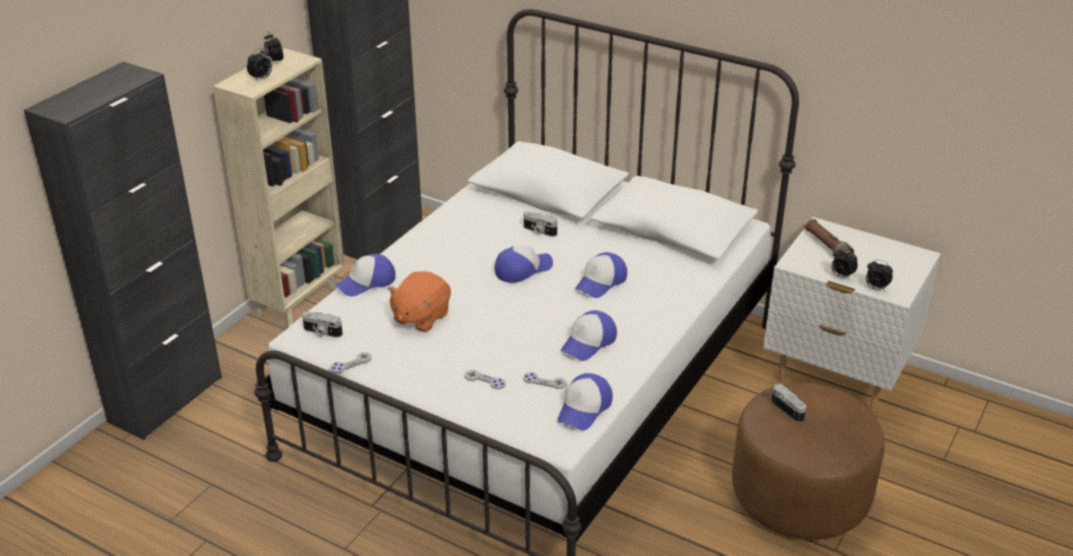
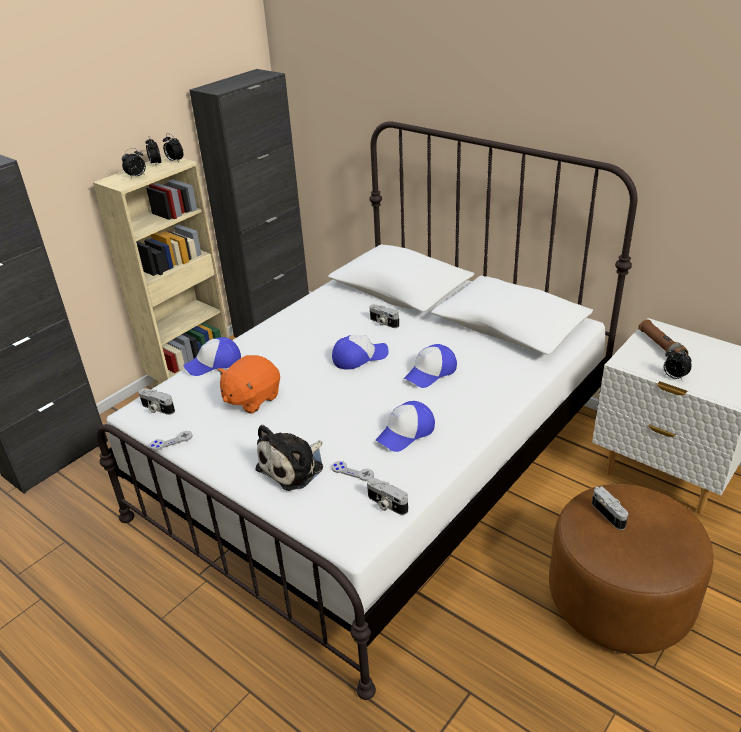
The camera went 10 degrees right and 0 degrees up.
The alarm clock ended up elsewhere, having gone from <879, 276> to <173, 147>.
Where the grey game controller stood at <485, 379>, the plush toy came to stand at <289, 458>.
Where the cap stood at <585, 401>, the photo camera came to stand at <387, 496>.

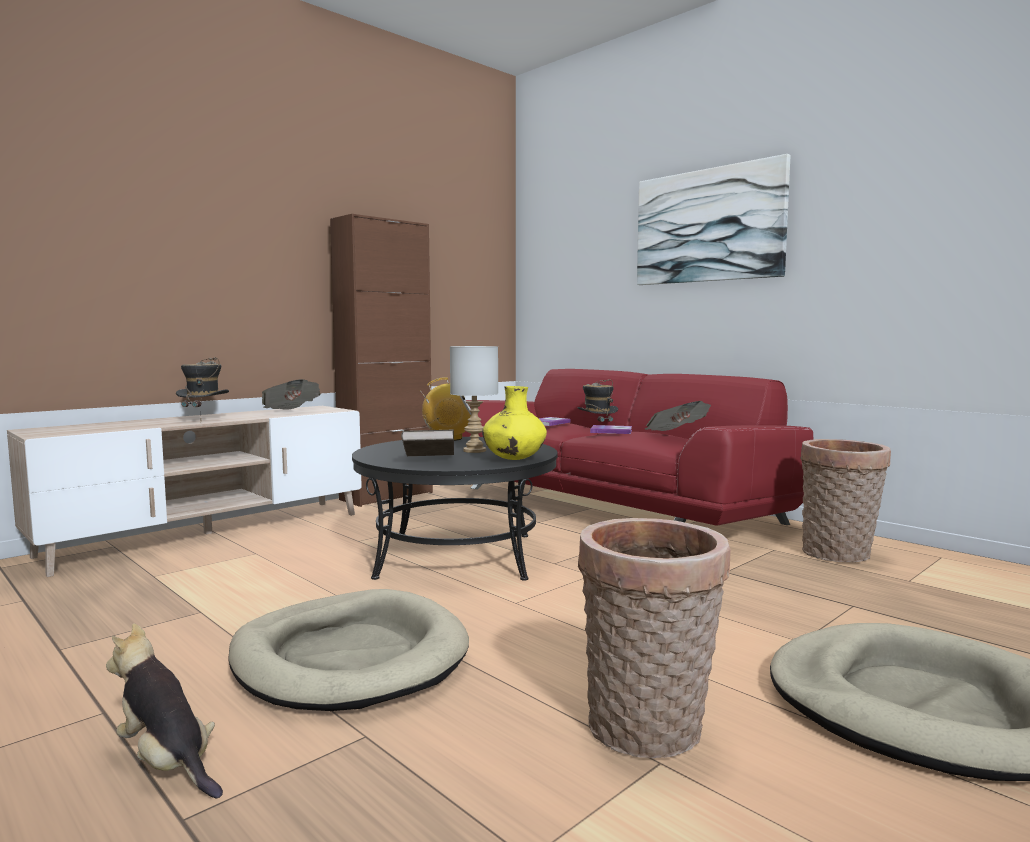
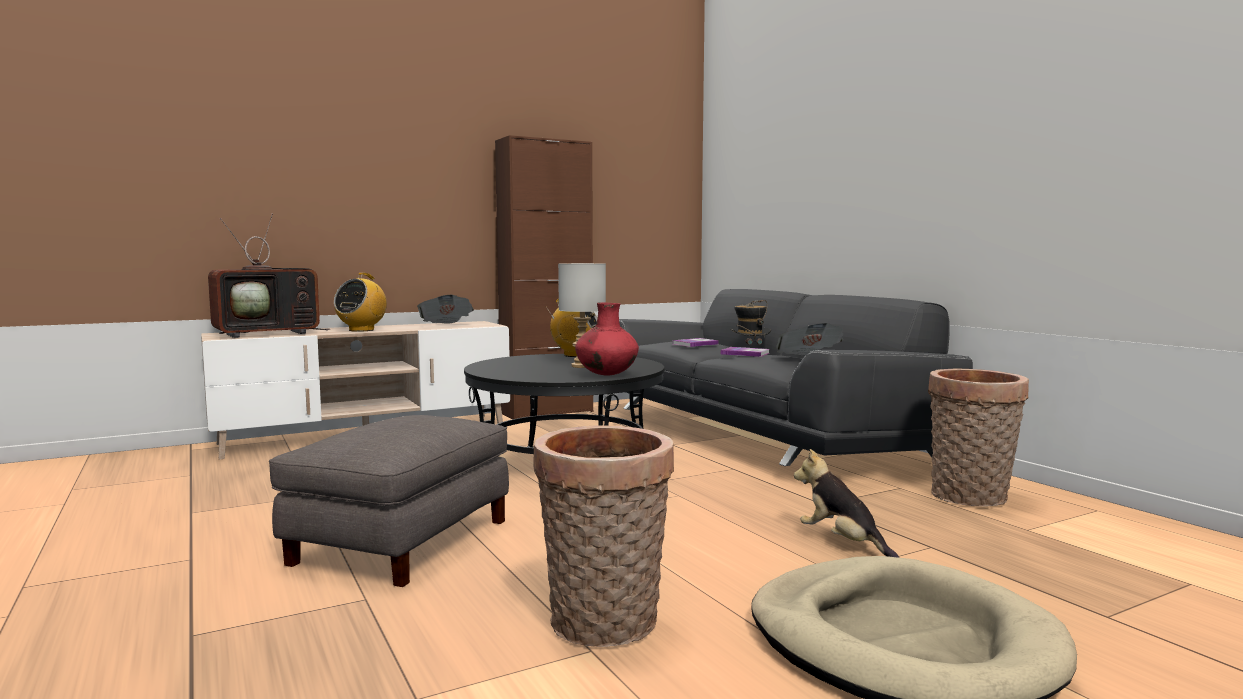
The camera went 15 degrees right and 0 degrees up.
The second view lost the brown book at <427, 443>.
The second view lost the picture at <713, 219>.
The second view gained the television at <269, 275>.
The plush toy ended up elsewhere, having gone from <164, 711> to <846, 503>.
Where the hat stood at <202, 389>, the radio came to stand at <360, 302>.
Where the beige dog bed stood at <348, 650>, the grey ottoman came to stand at <389, 501>.
What was the red sofa at <637, 447> turned into the grey sofa at <796, 377>.
What was the yellow vase at <514, 423> turned into the red vase at <607, 339>.

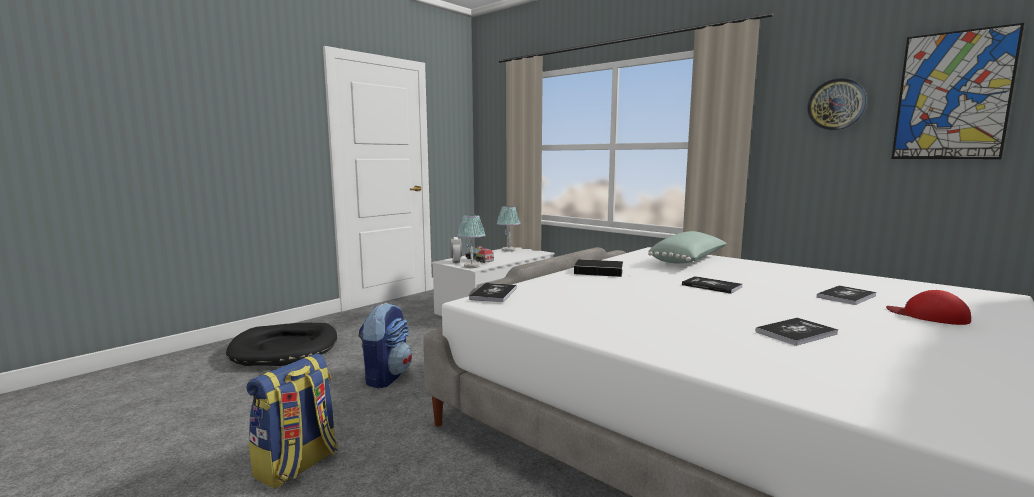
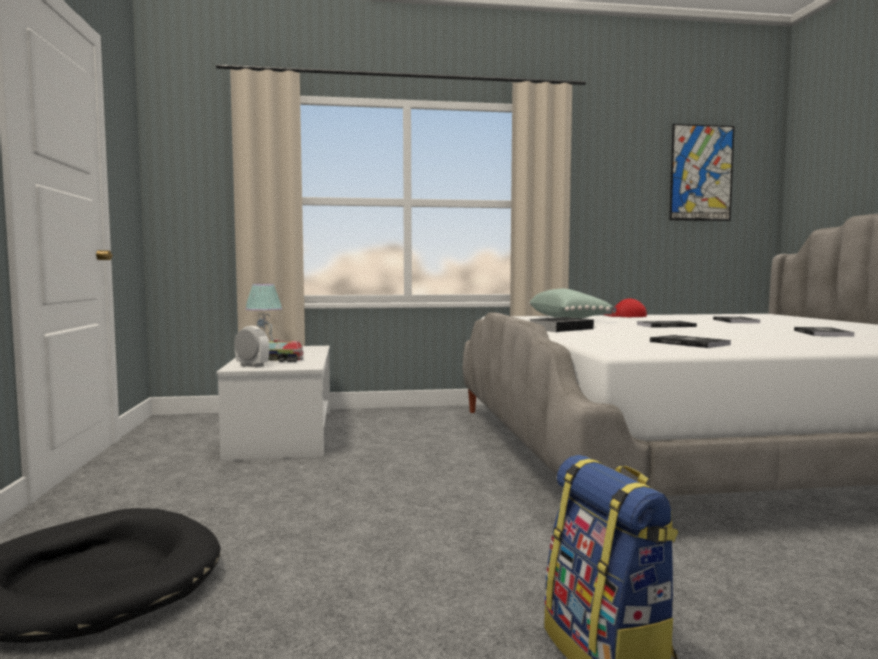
The camera went 50 degrees left and 5 degrees down.
The second view lost the backpack at <385, 345>.
The second view lost the table lamp at <471, 241>.
The second view lost the wall clock at <837, 104>.
The book ended up elsewhere, having gone from <493, 292> to <690, 341>.
The red cap ended up elsewhere, having gone from <928, 307> to <625, 307>.

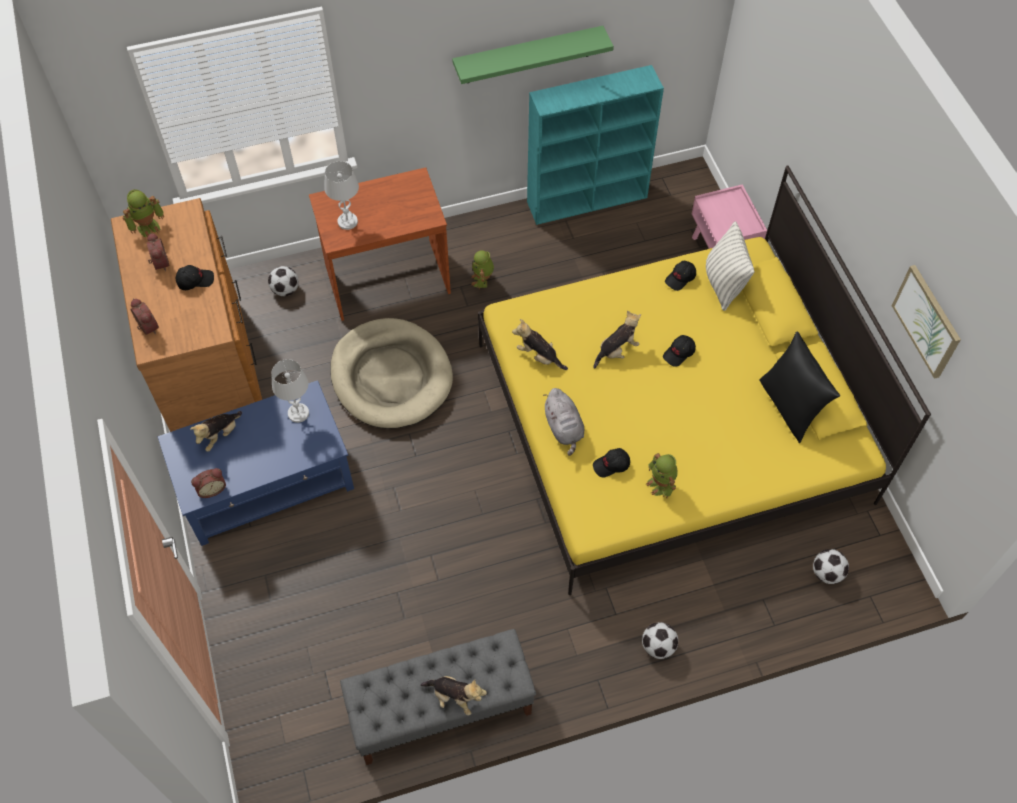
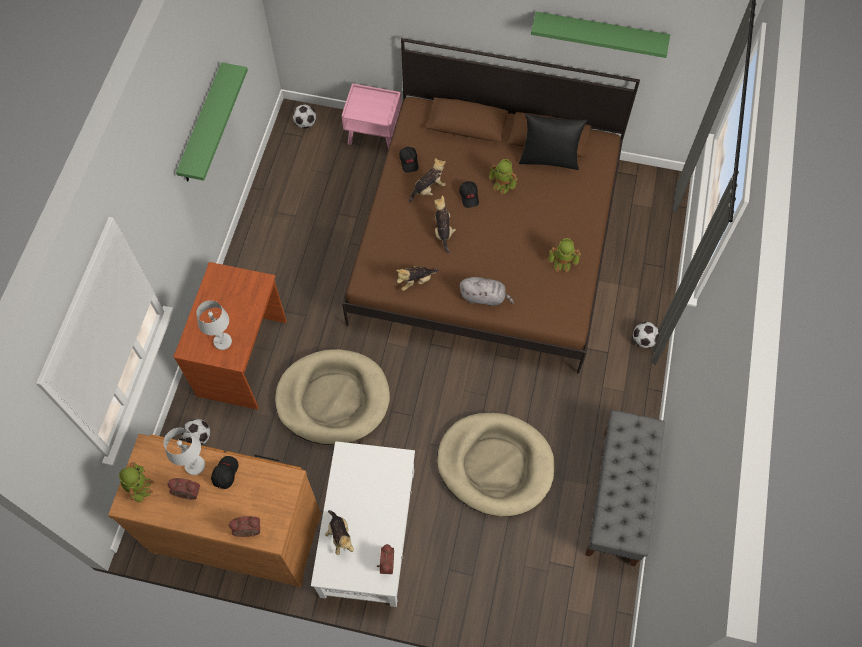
The camera went 60 degrees left and 5 degrees up.
The second view lost the turquoise bookcase at <595, 145>.
The second view lost the black cap at <611, 462>.
The second view lost the pillow at <730, 266>.
The second view gained the beige dog bed at <496, 465>.
The white table lamp ended up elsewhere, having gone from <290, 391> to <184, 451>.
The plush toy ended up elsewhere, having gone from <453, 696> to <427, 180>.
The toy robot ended up elsewhere, having gone from <482, 269> to <503, 177>.
The football ended up elsewhere, having gone from <831, 566> to <304, 117>.
Where the picture hung at <926, 322>, the green shelf came to hang at <600, 35>.
What was the blue coffee table at <255, 463> turned into the white coffee table at <363, 524>.
What was the yellow bed at <704, 380> turned into the brown bed at <491, 205>.

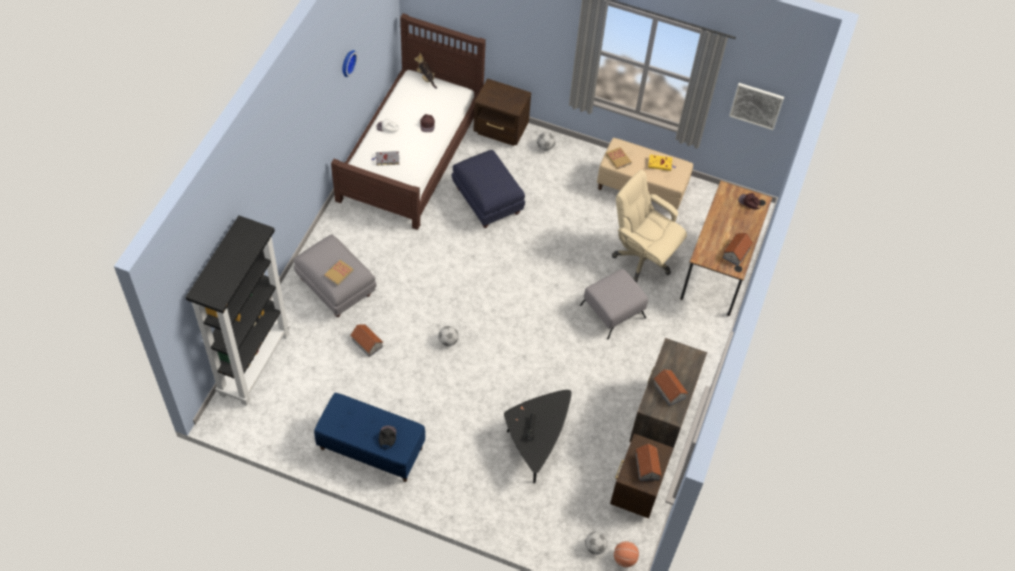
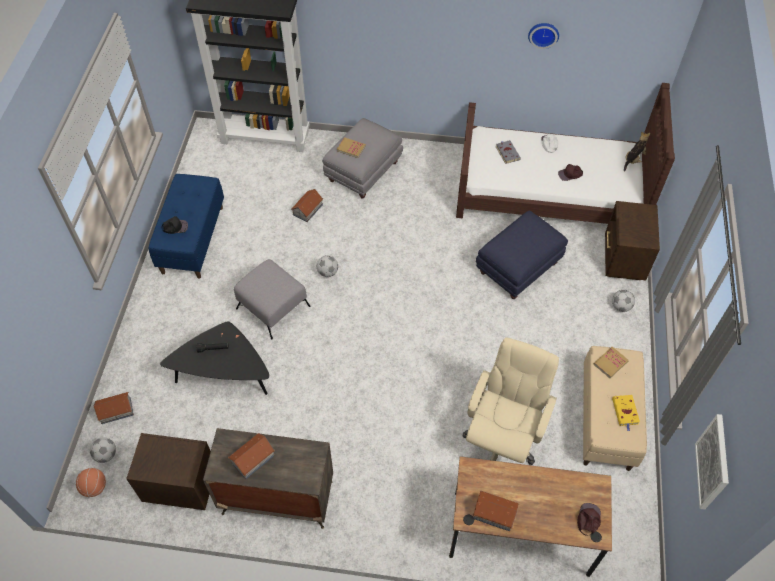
The camera went 80 degrees right and 0 degrees up.
The grey ottoman ended up elsewhere, having gone from <614, 304> to <272, 299>.
The toy house ended up elsewhere, having gone from <649, 462> to <114, 408>.

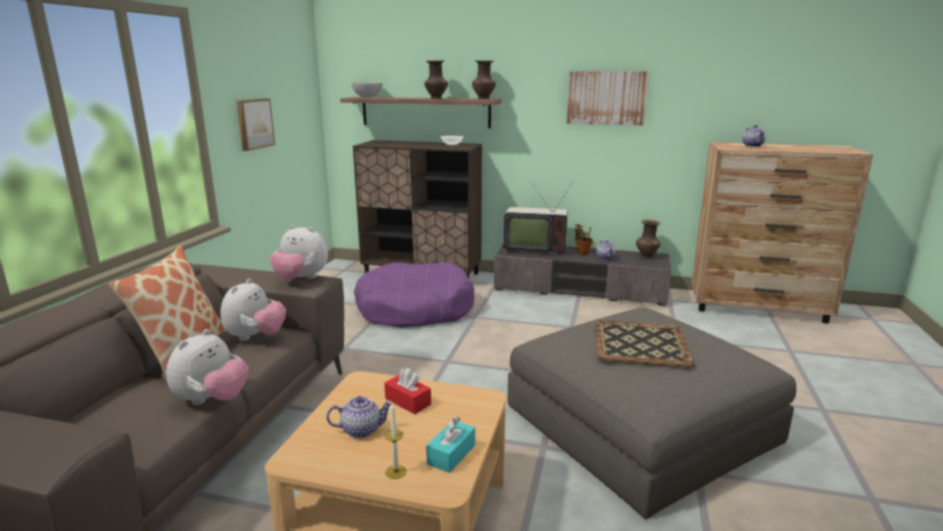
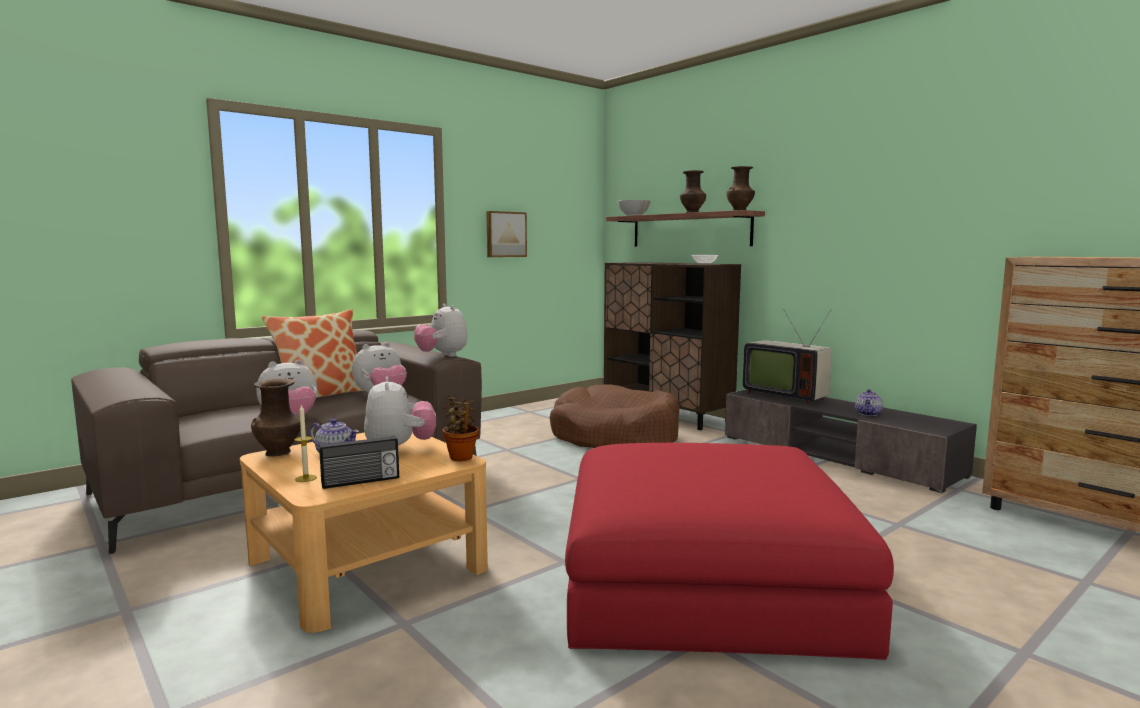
The camera went 35 degrees right and 10 degrees down.
The second view lost the picture at <608, 98>.
The second view lost the tray at <644, 344>.
The second view lost the teapot at <754, 136>.
The potted plant ended up elsewhere, having gone from <584, 238> to <460, 428>.
The brown vase ended up elsewhere, having gone from <648, 239> to <276, 418>.
Where the red tissue box stood at <407, 391>, the plush toy came to stand at <400, 411>.
Where the turquoise tissue box stood at <450, 444>, the radio came to stand at <359, 462>.
What was the purple dog bed at <414, 295> turned into the brown dog bed at <614, 416>.
What was the grey ottoman at <651, 413> turned into the red ottoman at <729, 551>.

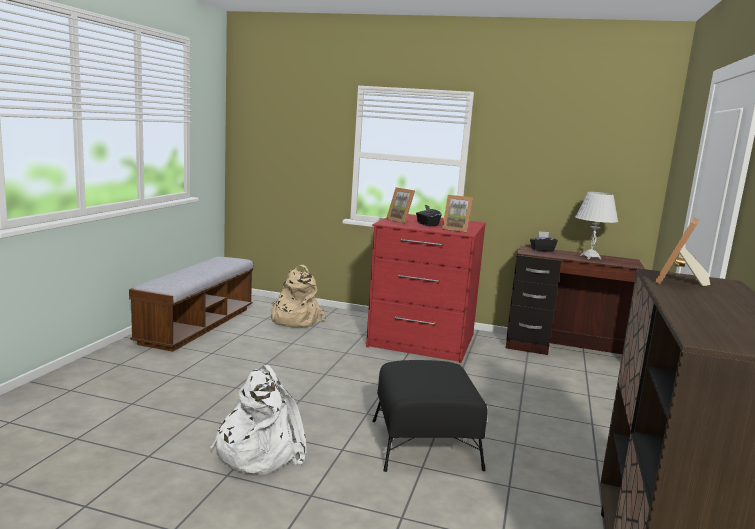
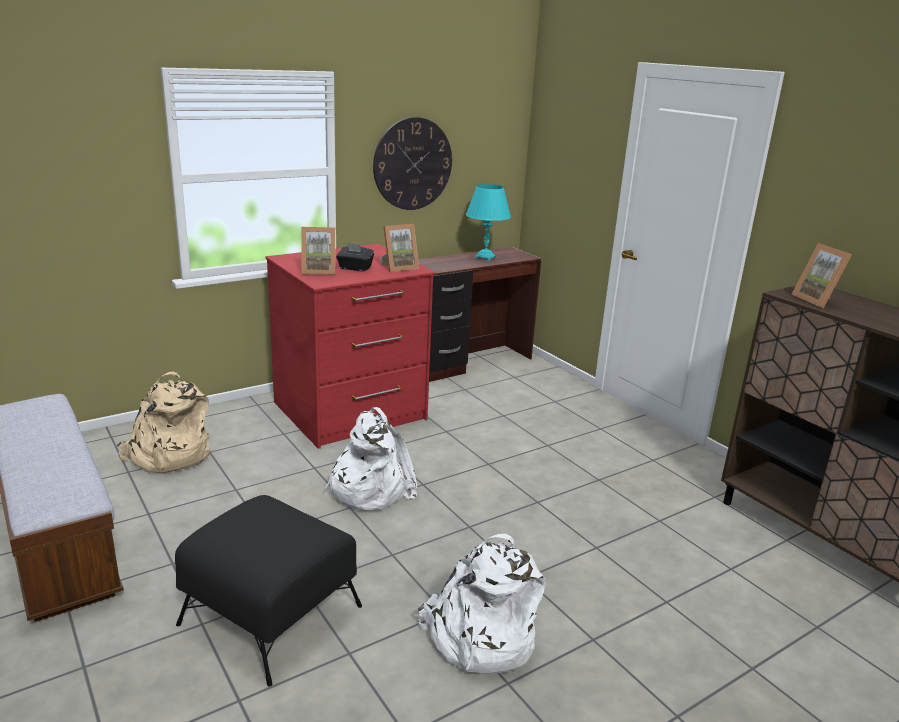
The camera went 50 degrees left and 10 degrees up.
The second view lost the black tissue box at <544, 241>.
The second view gained the white backpack at <371, 459>.
The second view gained the wall clock at <412, 163>.
The black ottoman ended up elsewhere, having gone from <430, 416> to <268, 591>.
What was the white table lamp at <596, 226> turned into the turquoise table lamp at <488, 222>.

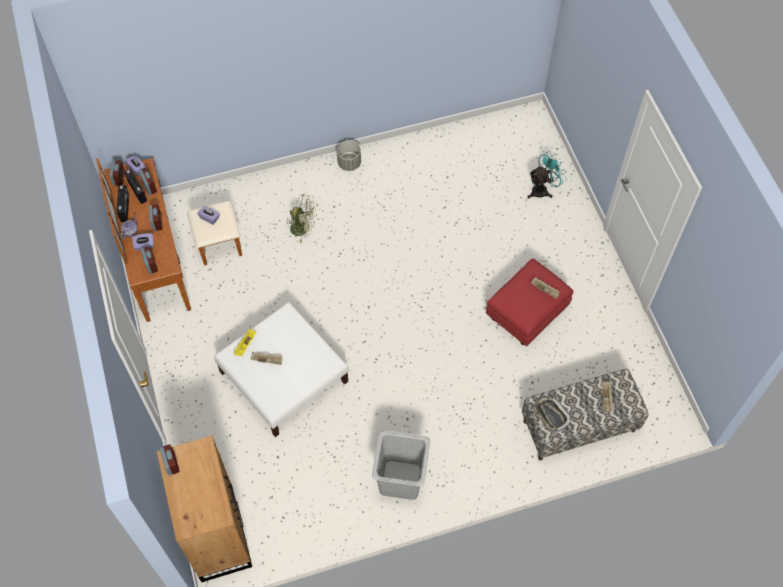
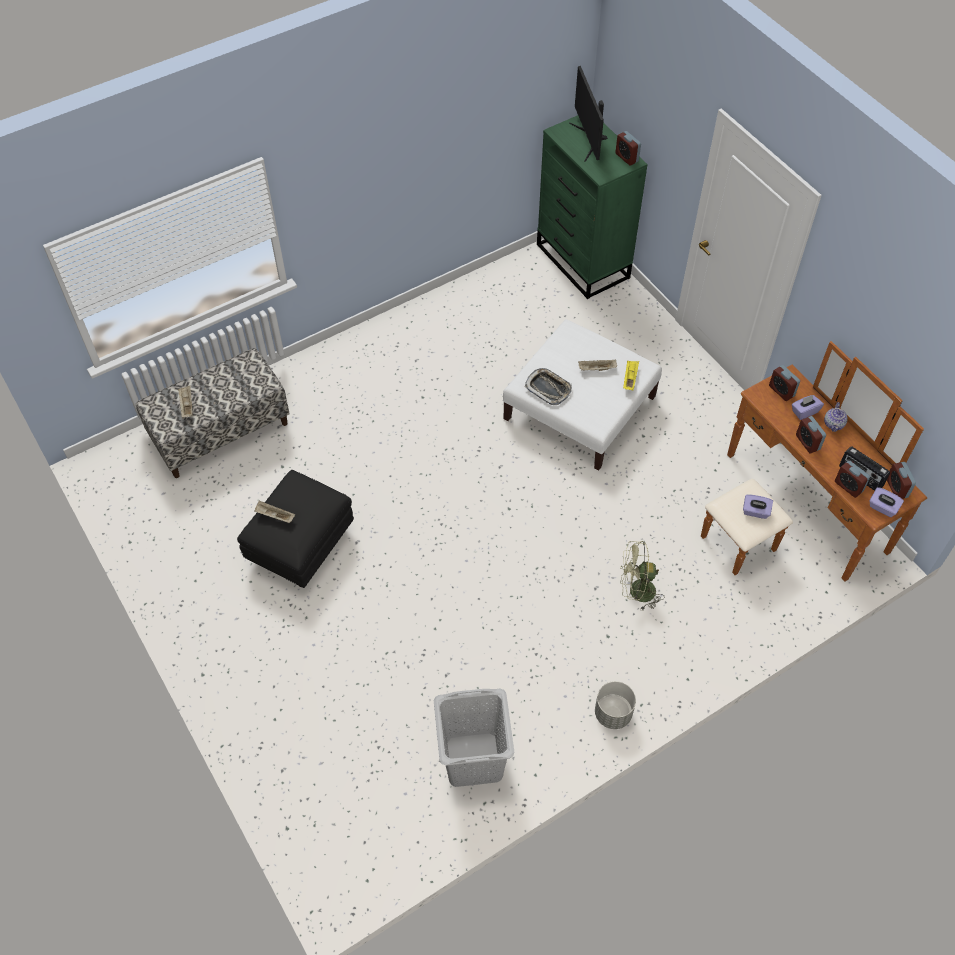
The camera went 165 degrees right and 5 degrees down.
The second view lost the radio at <123, 203>.
The second view lost the turquoise fan at <547, 175>.
The second view gained the monitor at <588, 114>.
The grey laundry basket ended up elsewhere, having gone from <401, 465> to <474, 738>.
The tray ended up elsewhere, having gone from <552, 414> to <548, 386>.
What was the brown dresser at <204, 509> turned into the green dresser at <592, 207>.
What was the red ottoman at <530, 302> turned into the black ottoman at <295, 529>.

